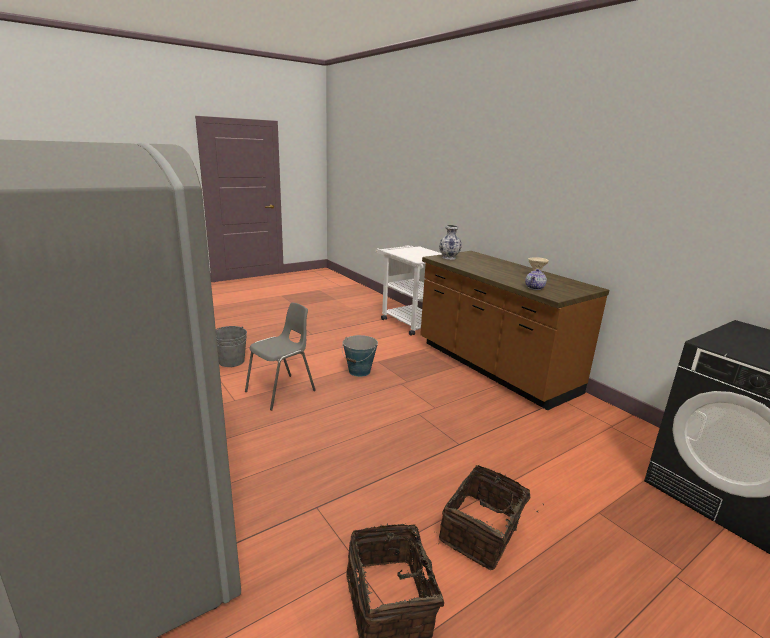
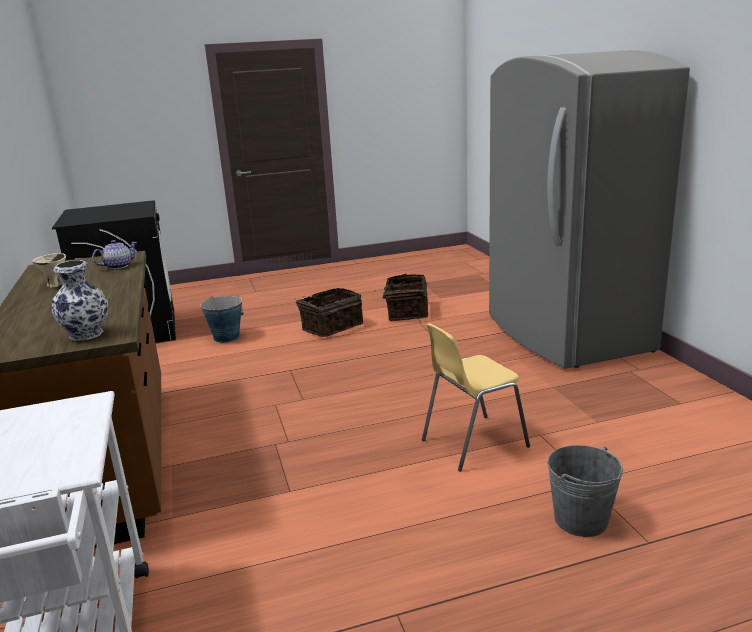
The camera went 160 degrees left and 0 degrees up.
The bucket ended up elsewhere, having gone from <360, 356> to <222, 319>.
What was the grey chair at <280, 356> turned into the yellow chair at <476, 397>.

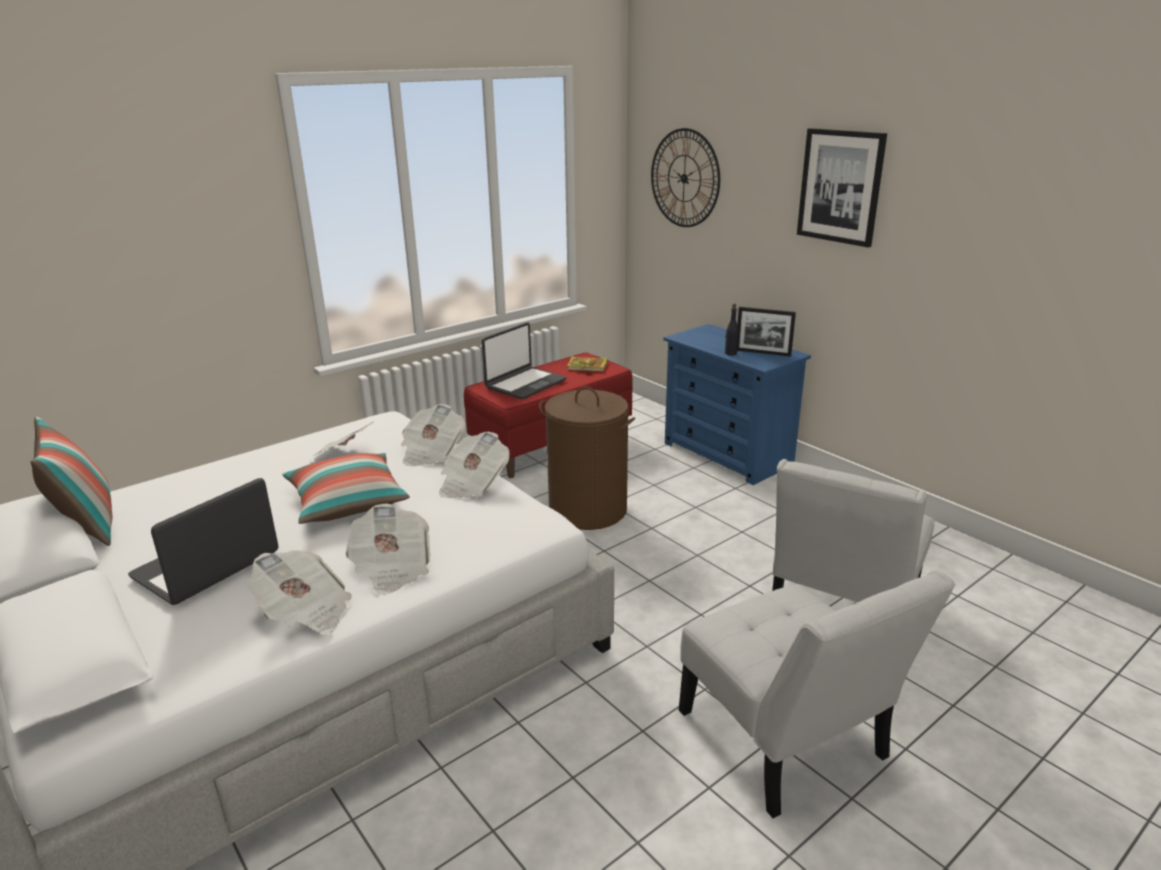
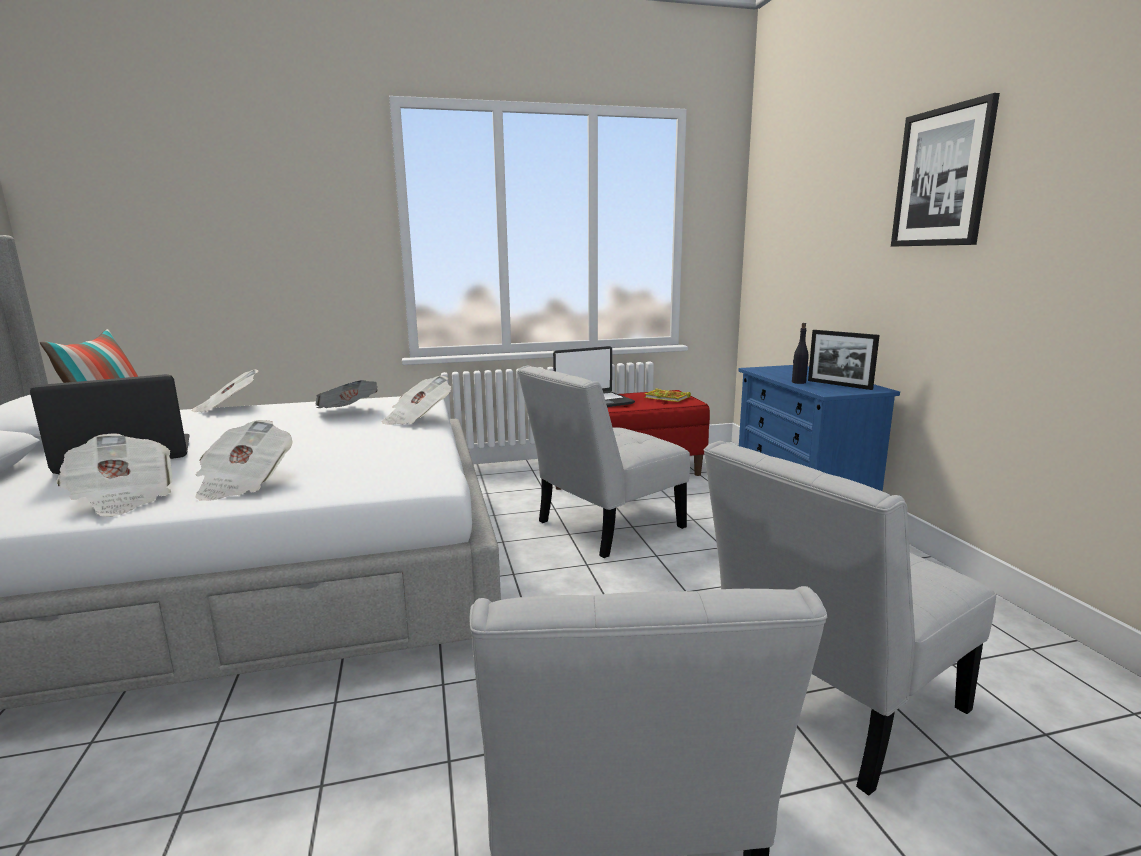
The camera went 25 degrees right and 10 degrees down.
The second view lost the pillow at <346, 488>.
The second view lost the wall clock at <685, 177>.
The newspaper ended up elsewhere, having gone from <474, 465> to <225, 391>.
Where the brown laundry basket stood at <587, 458>, the white chair came to stand at <603, 462>.

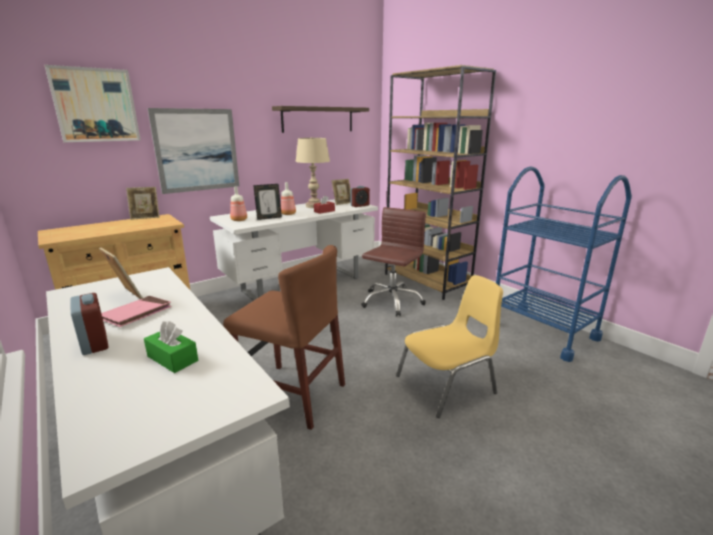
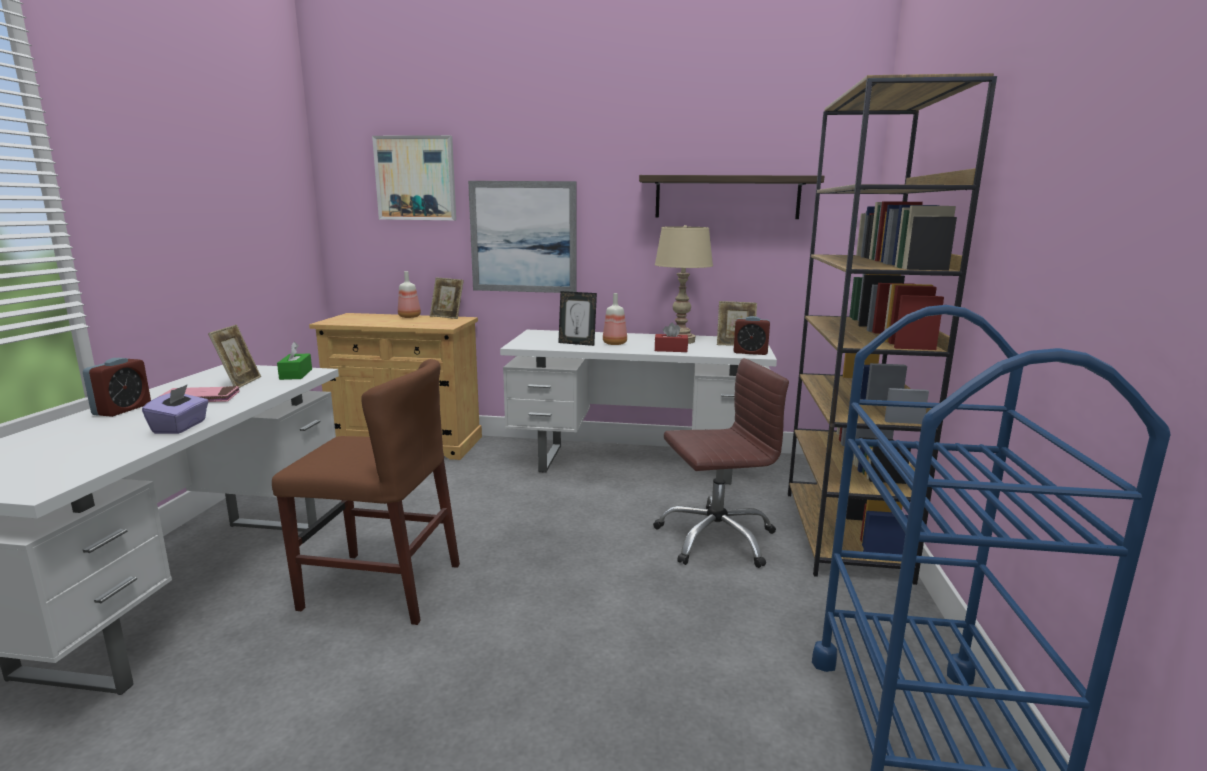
The camera went 45 degrees right and 5 degrees down.
The second view lost the yellow chair at <449, 346>.
The second view gained the purple tissue box at <175, 409>.
The green tissue box ended up elsewhere, having gone from <171, 346> to <294, 361>.
The bottle ended up elsewhere, having gone from <238, 203> to <409, 294>.
The brown chair at <284, 337> ended up facing another way, 60 degrees counterclockwise from before.

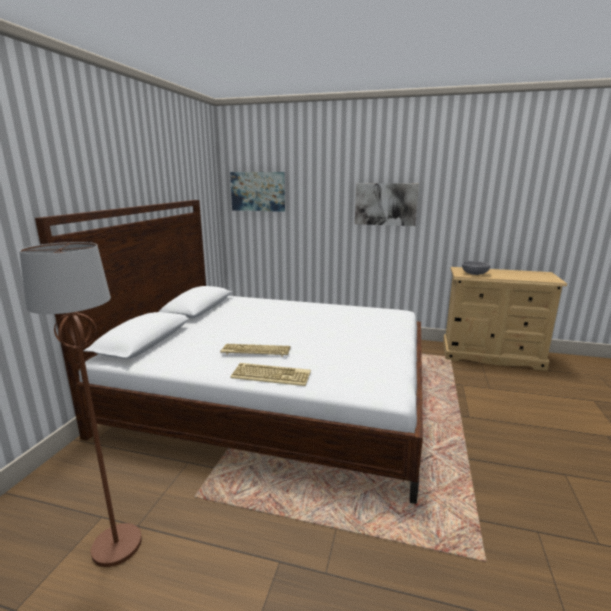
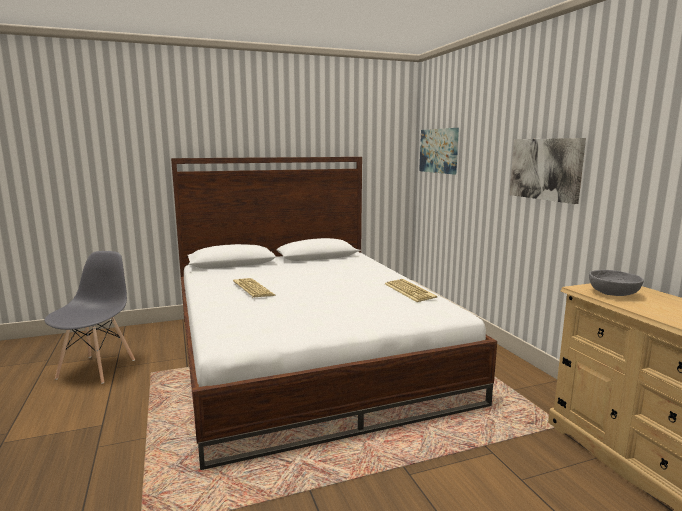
The camera went 55 degrees right and 5 degrees down.
The keyboard ended up elsewhere, having gone from <271, 374> to <411, 290>.
Where the brown floor lamp stood at <80, 404>, the grey chair came to stand at <89, 317>.

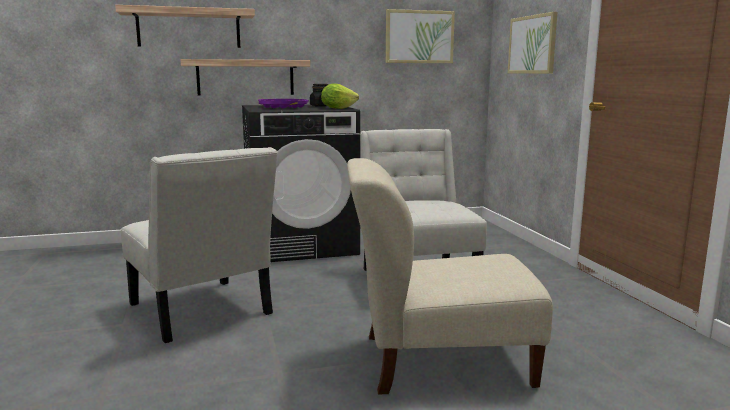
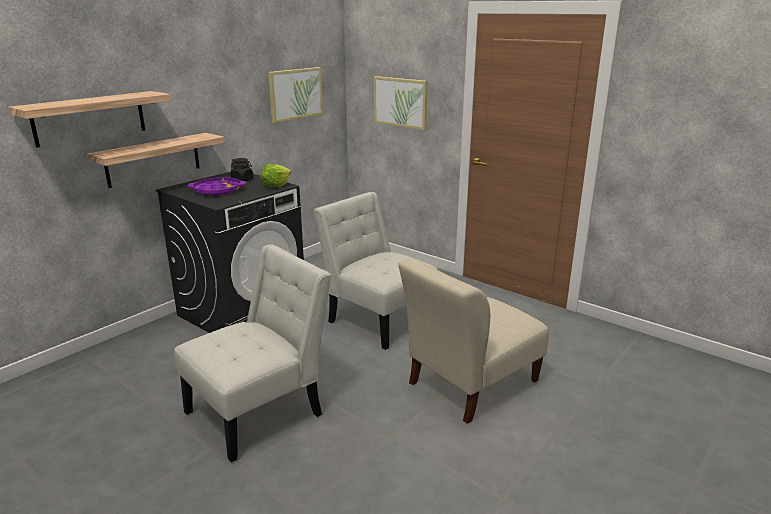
The camera went 35 degrees left and 10 degrees up.
The white chair at <199, 245> ended up facing another way, 60 degrees counterclockwise from before.

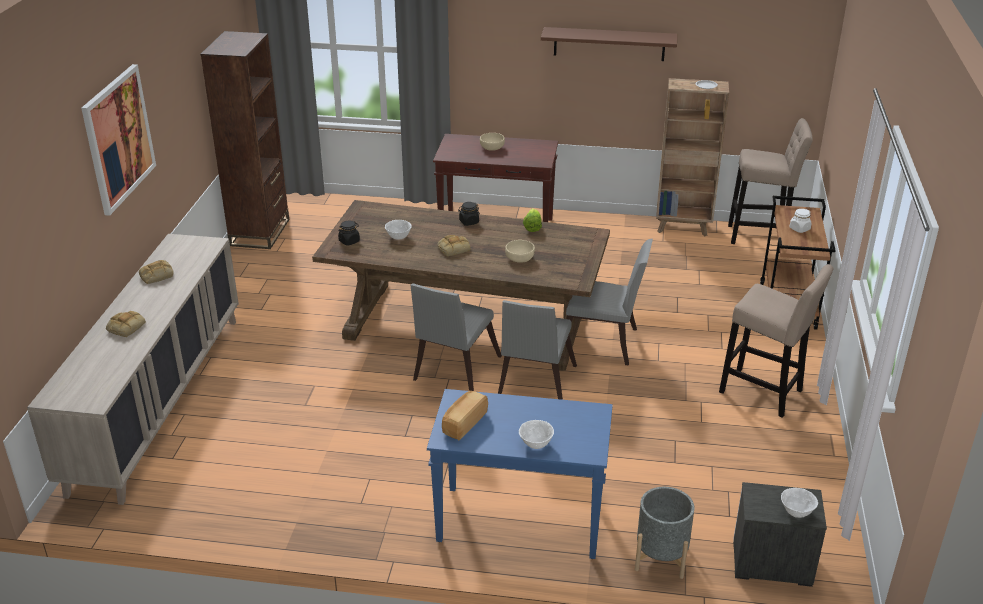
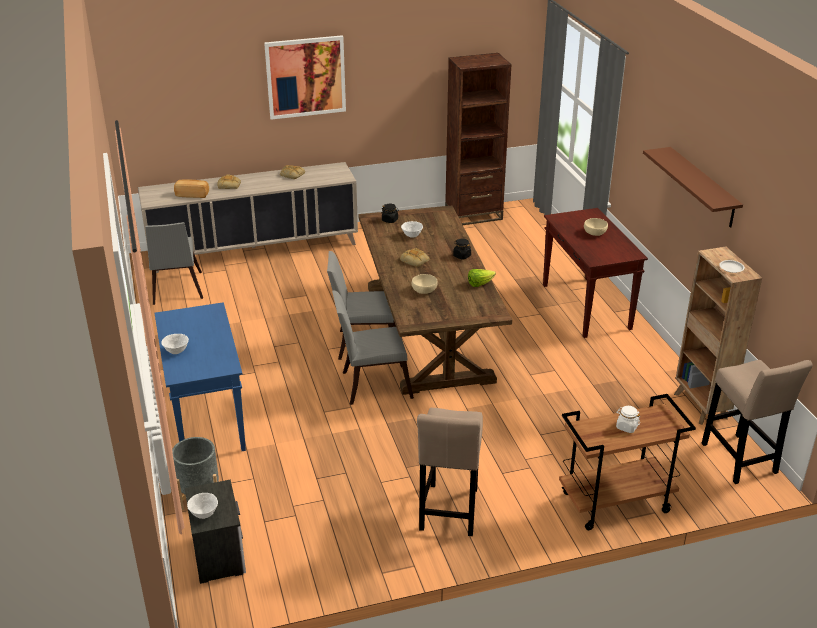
The camera went 65 degrees right and 0 degrees up.
The bread ended up elsewhere, having gone from <465, 415> to <191, 188>.
The grey chair ended up elsewhere, having gone from <609, 302> to <174, 263>.

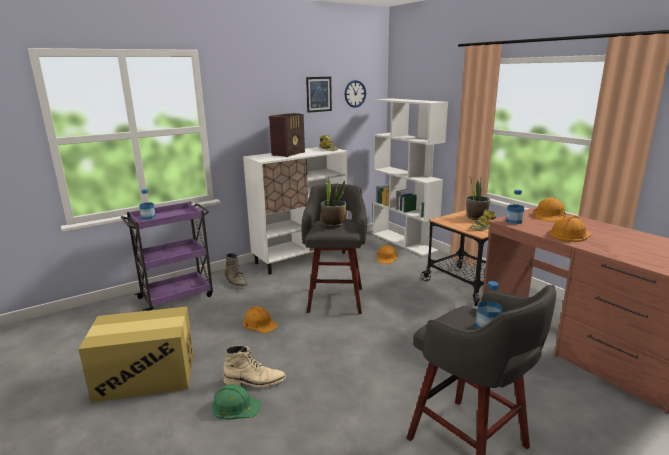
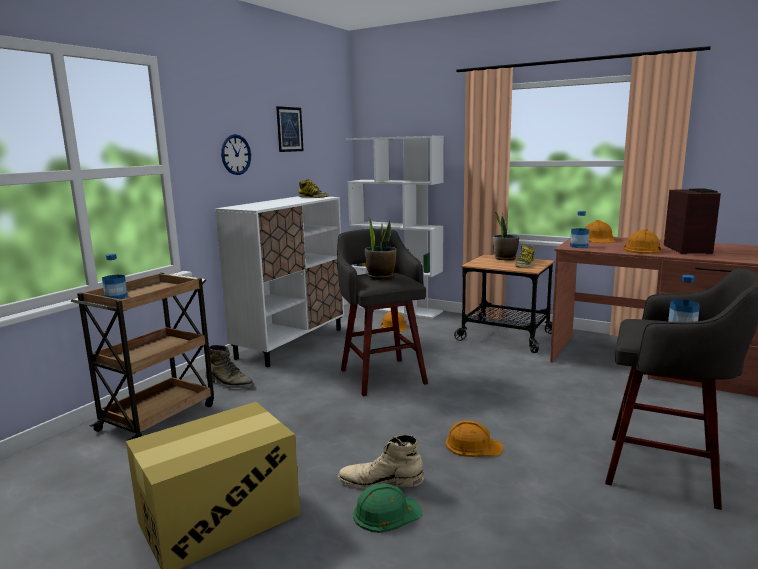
The camera went 25 degrees left and 5 degrees down.
The orange hard hat ended up elsewhere, having gone from <260, 319> to <474, 438>.
The radio ended up elsewhere, having gone from <287, 135> to <692, 221>.
The wall clock ended up elsewhere, having gone from <355, 94> to <236, 154>.
What was the purple cart at <167, 256> turned into the brown cart at <142, 357>.
The beige boot at <254, 367> ended up facing another way, 150 degrees counterclockwise from before.

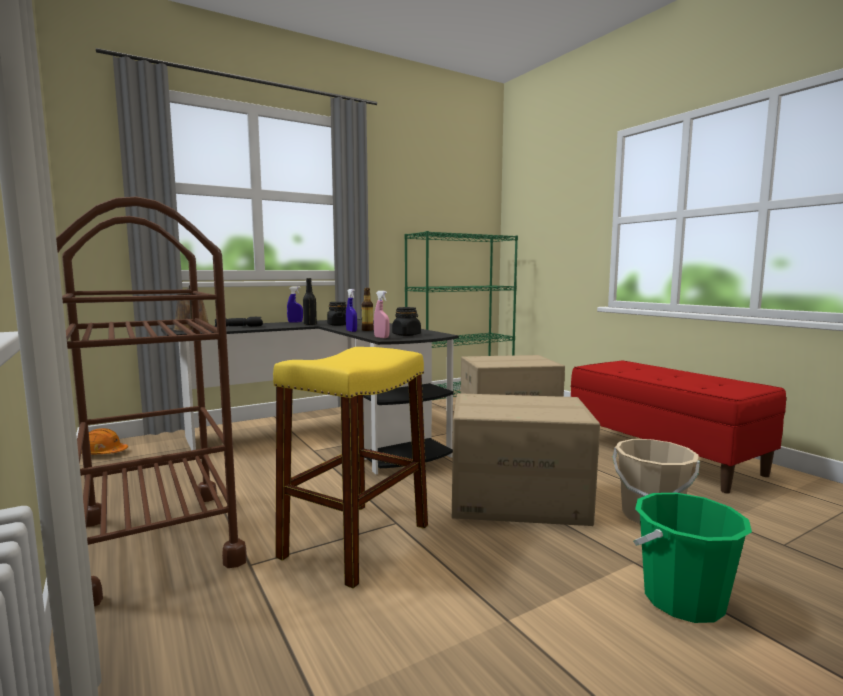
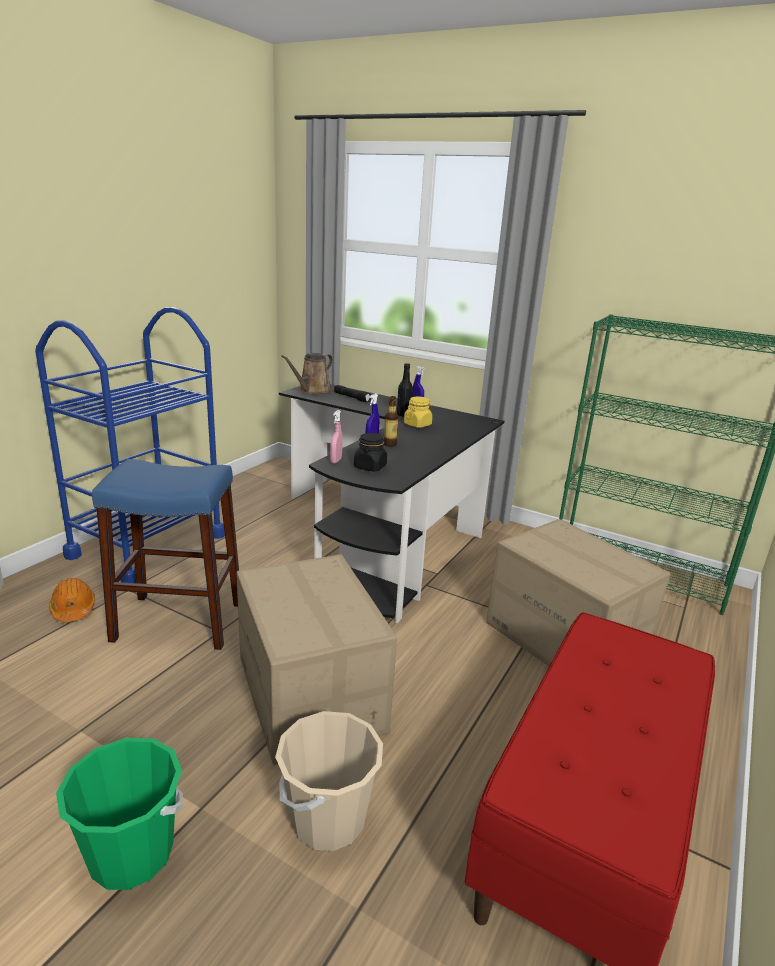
The camera went 60 degrees right and 15 degrees up.
The orange hard hat ended up elsewhere, having gone from <104, 441> to <72, 600>.
What was the brown cart at <151, 402> turned into the blue cart at <130, 445>.
What was the yellow stool at <350, 468> turned into the blue stool at <165, 554>.
What was the black jar at <337, 314> turned into the yellow jar at <418, 412>.

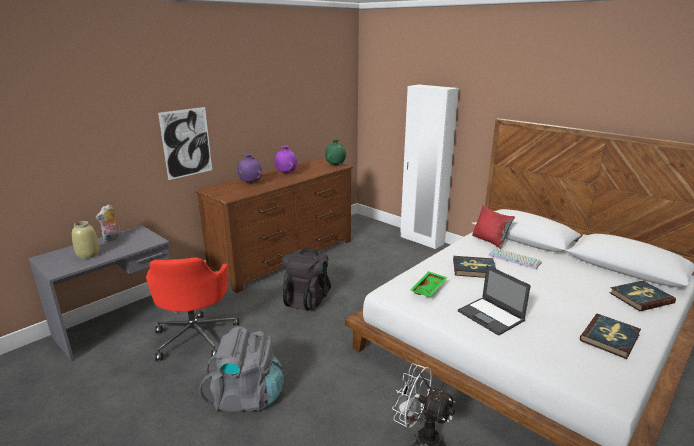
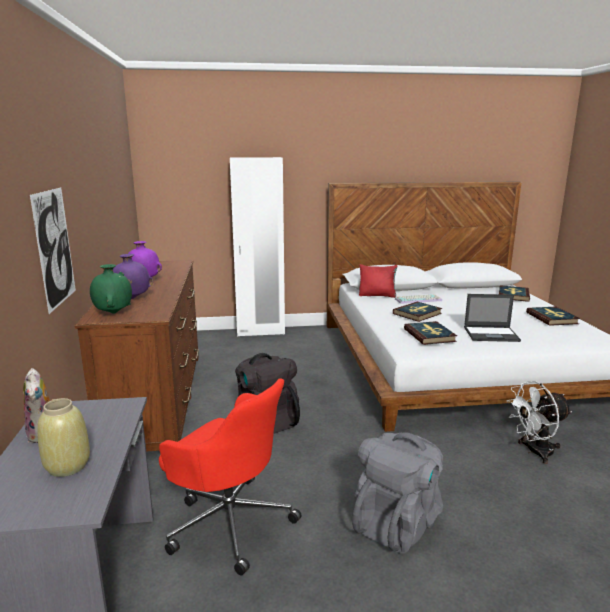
The camera went 50 degrees left and 5 degrees down.
The green vase ended up elsewhere, having gone from <335, 152> to <111, 289>.
Where the green tray stood at <429, 284>, the book came to stand at <430, 333>.

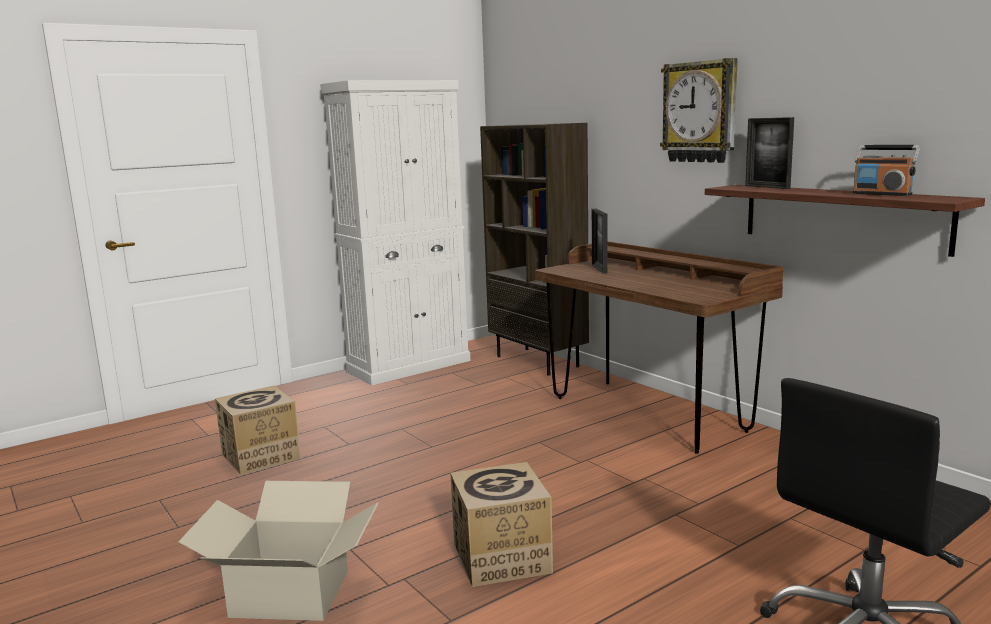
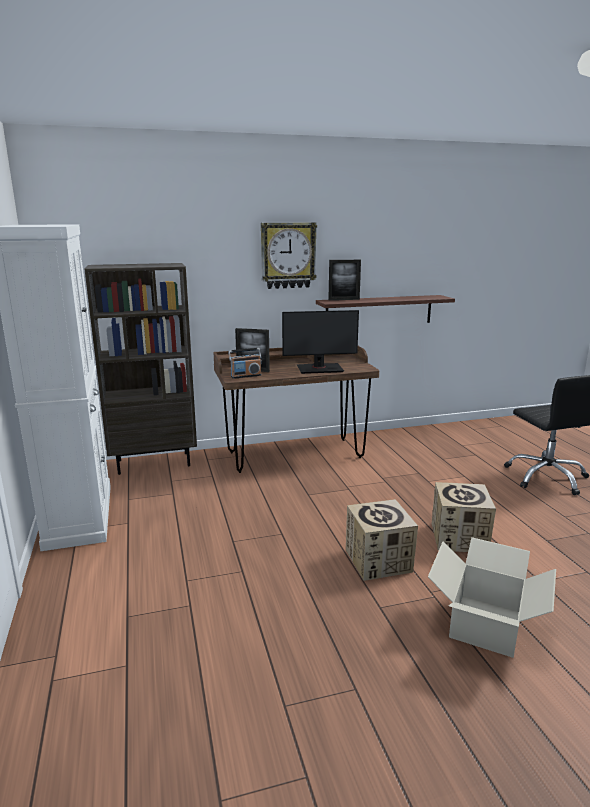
The camera went 70 degrees left and 5 degrees up.
The second view gained the monitor at <320, 342>.
The cardboard box ended up elsewhere, having gone from <258, 430> to <382, 540>.
The radio ended up elsewhere, having gone from <886, 170> to <245, 363>.

